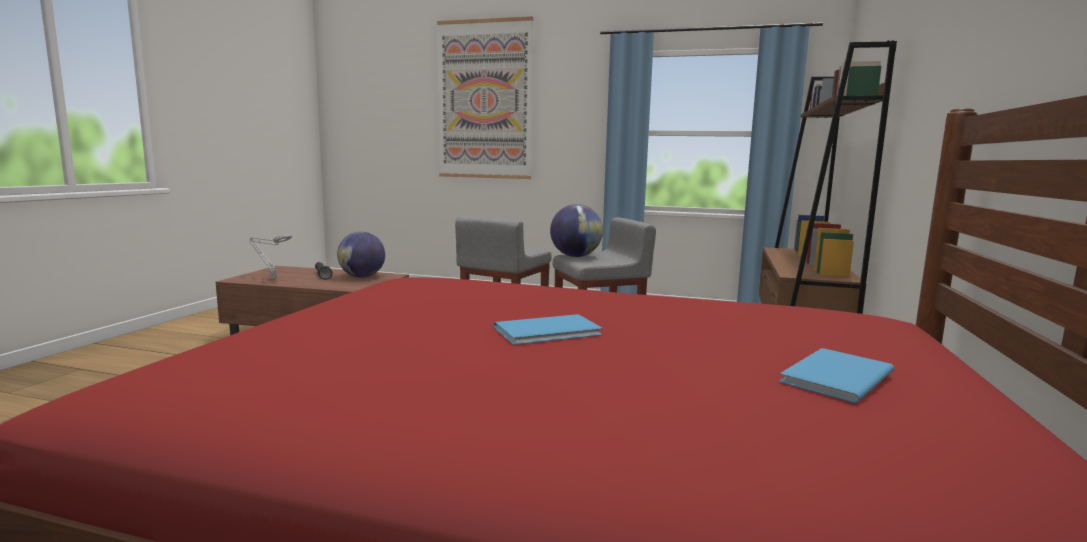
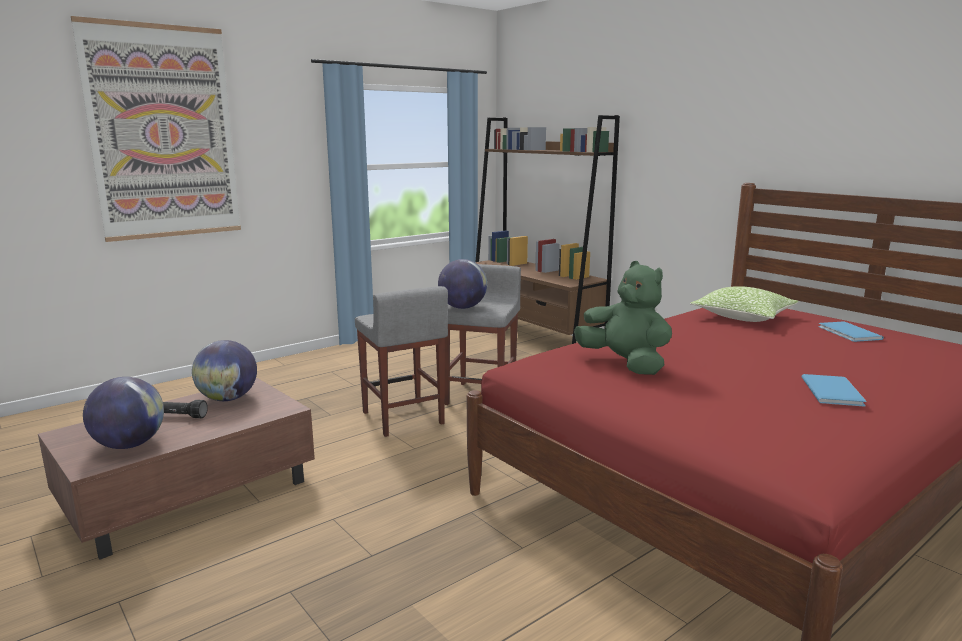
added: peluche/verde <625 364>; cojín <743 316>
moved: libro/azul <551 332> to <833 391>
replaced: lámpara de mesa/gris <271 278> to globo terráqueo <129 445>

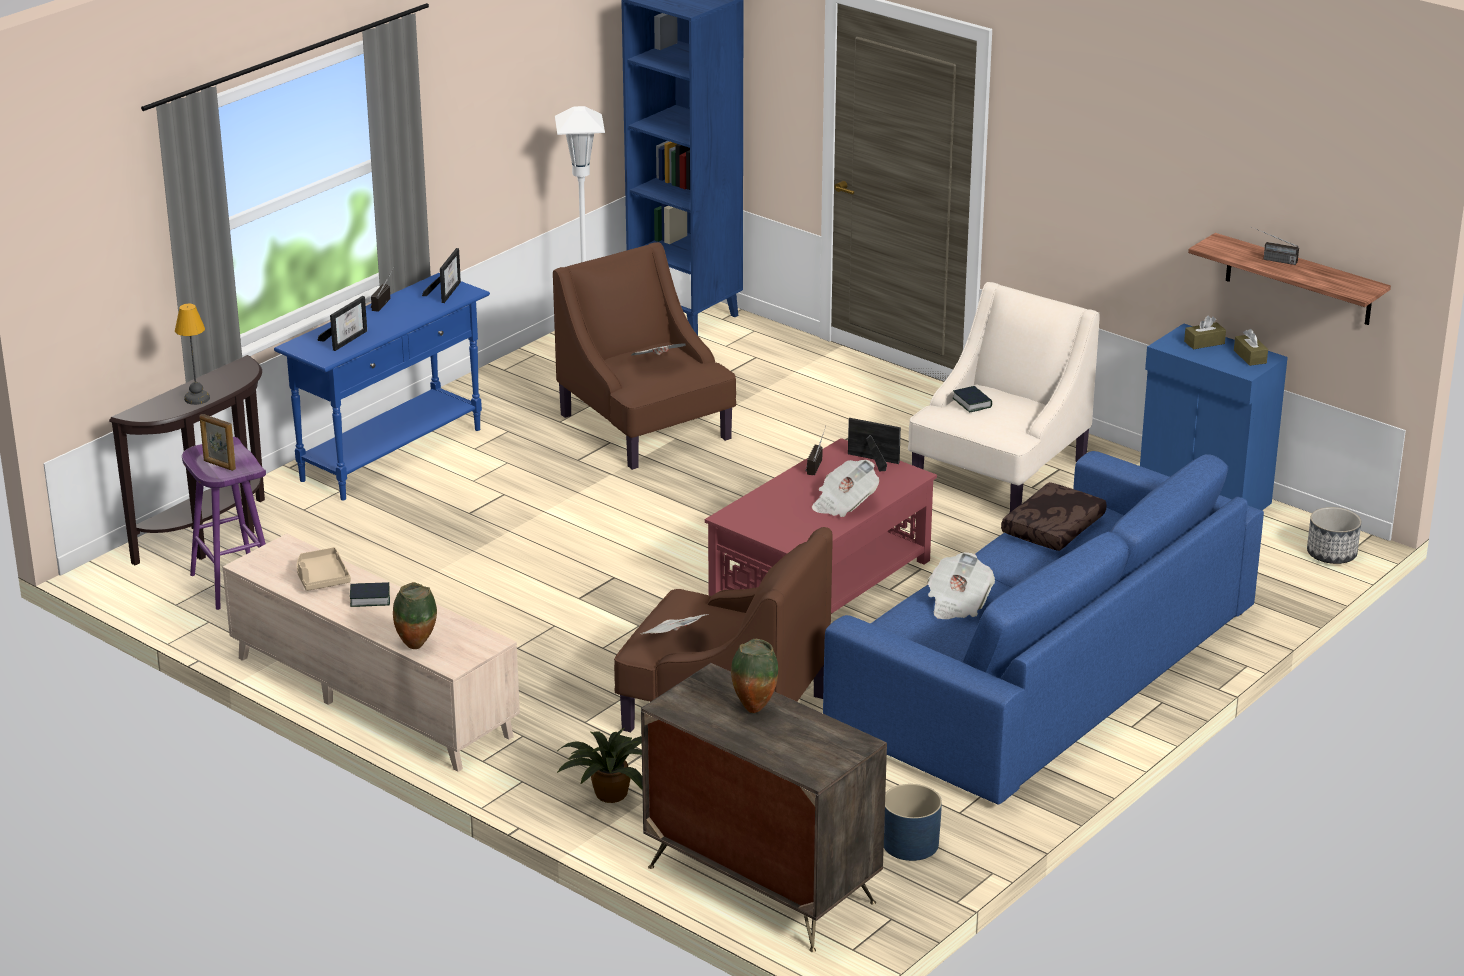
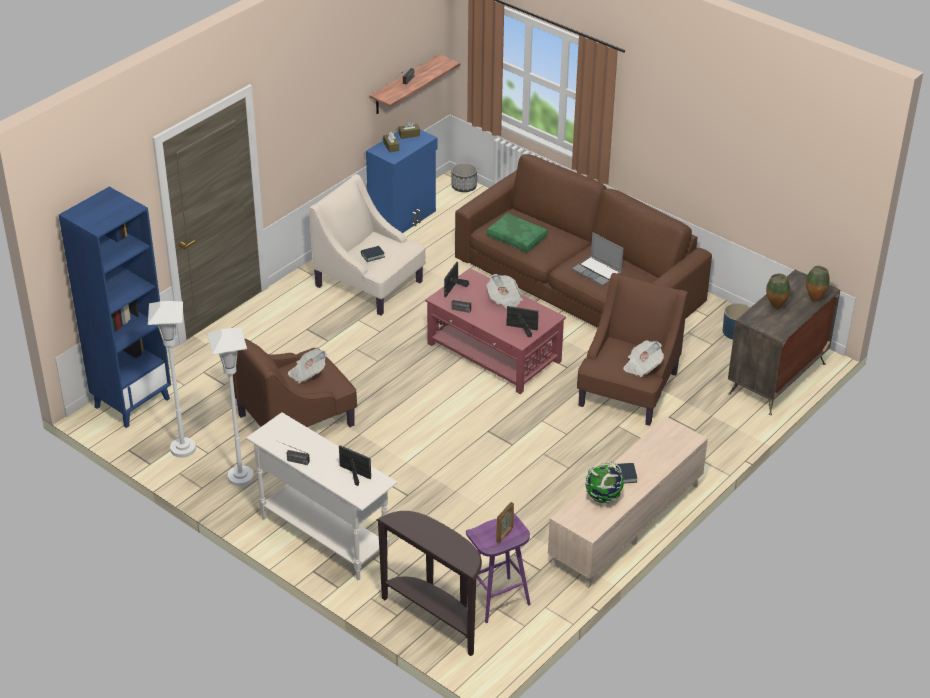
removed: lámpara de mesa <198 398>; planta en maceta <608 794>
added: lámpara de pie/blanco <240 477>
moved: portarretratos <446 291> to <520 329>; florero <417 646> to <814 299>
replaced: bandeja/beis <321 577> to globo terráqueo <603 497>; periódico <957 603> to portátil <598 272>
recoloured: mesa consola/azul <392 455> to mesa consola/blanco <324 536>; sofá/azul <1042 668> to sofá/marrón <577 283>; cojín/marrón <1054 528> to cojín/verde <517 238>

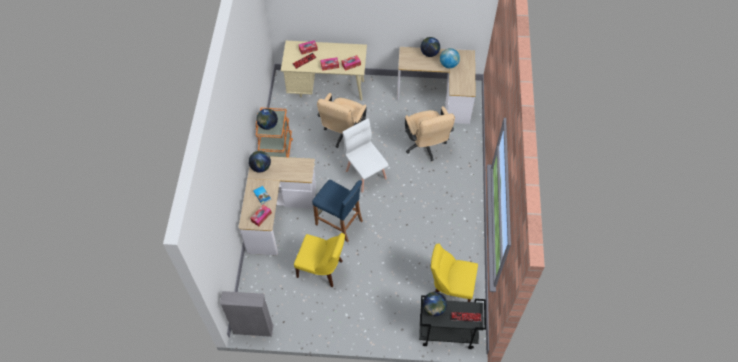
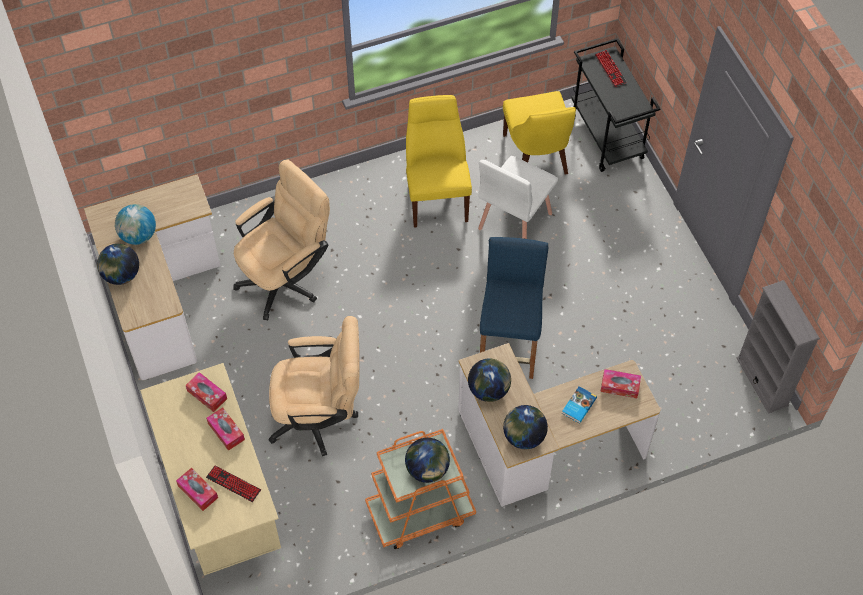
moved: silla/blanco <366 174> to <514 221>; silla/amarillo <322 269> to <436 195>; globo terráqueo <433 308> to <489 390>

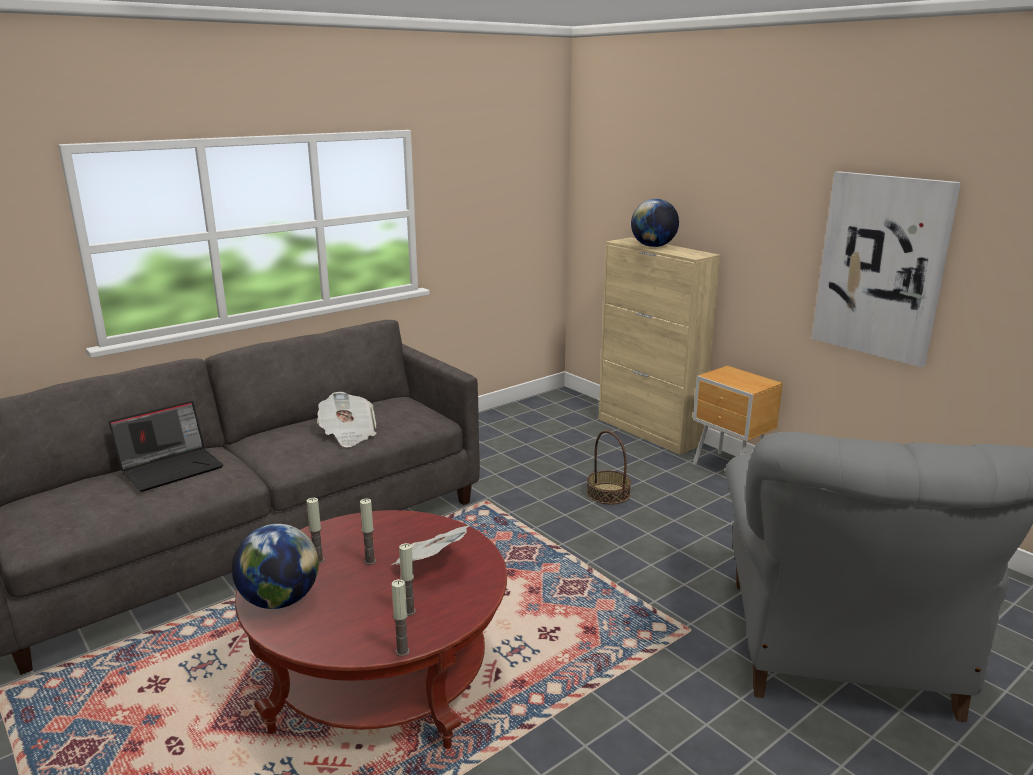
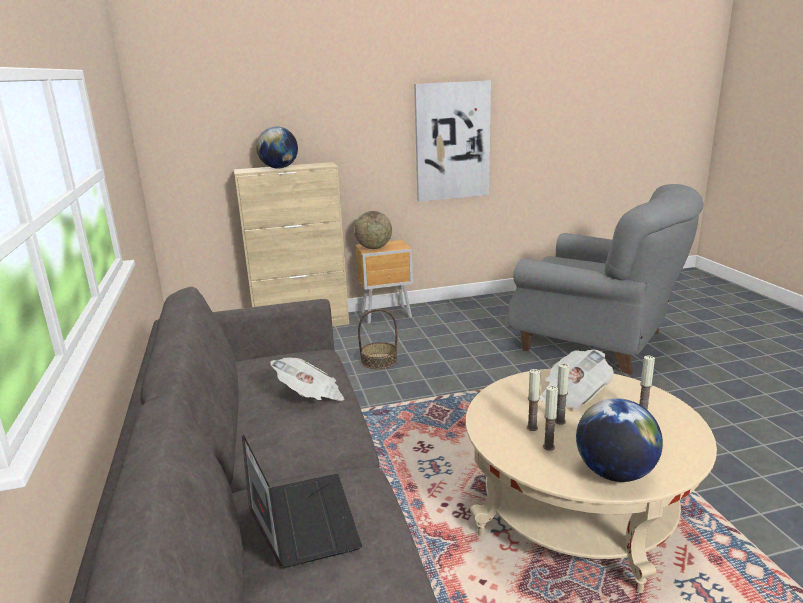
added: globo terráqueo <374 248>
moved: vela <402 651> to <532 428>
recoloured: mesa de centro/rojo <382 677> to mesa de centro/beis <576 513>

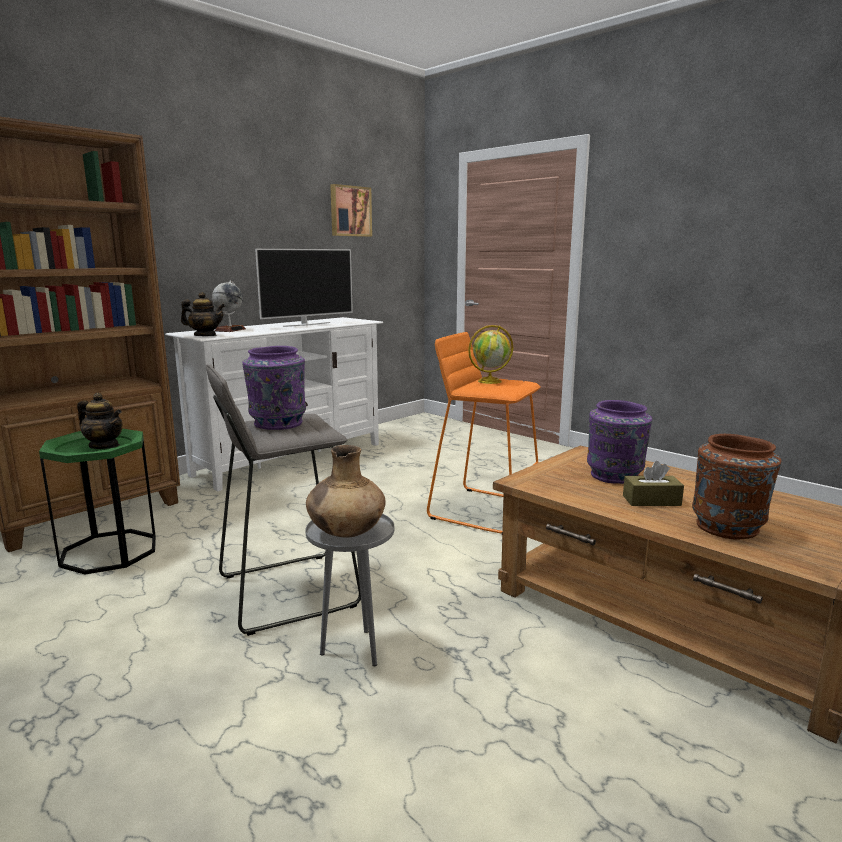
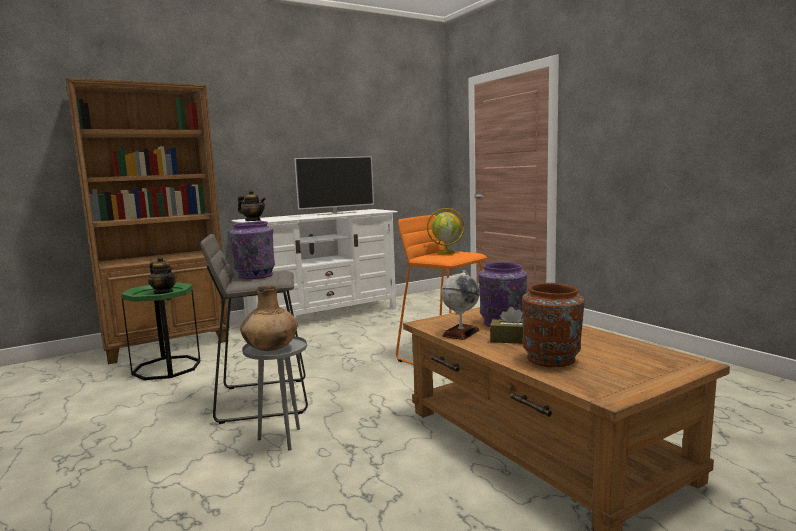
removed: cuadro <350 211>
moved: globo terráqueo <230 330> to <461 333>

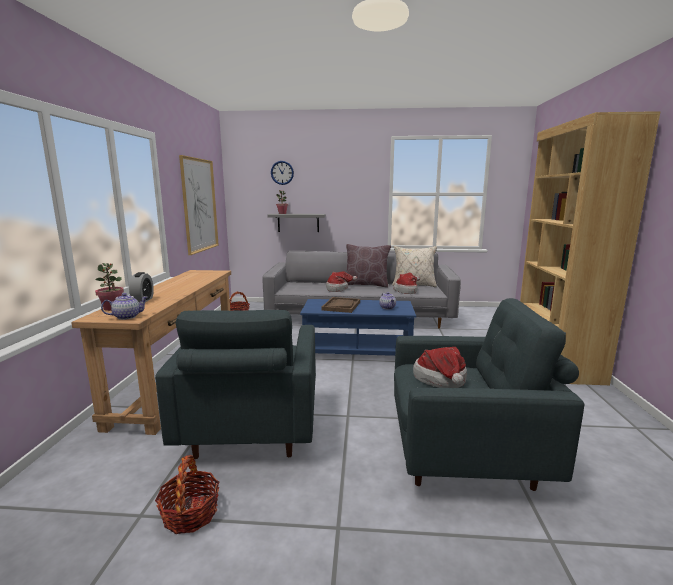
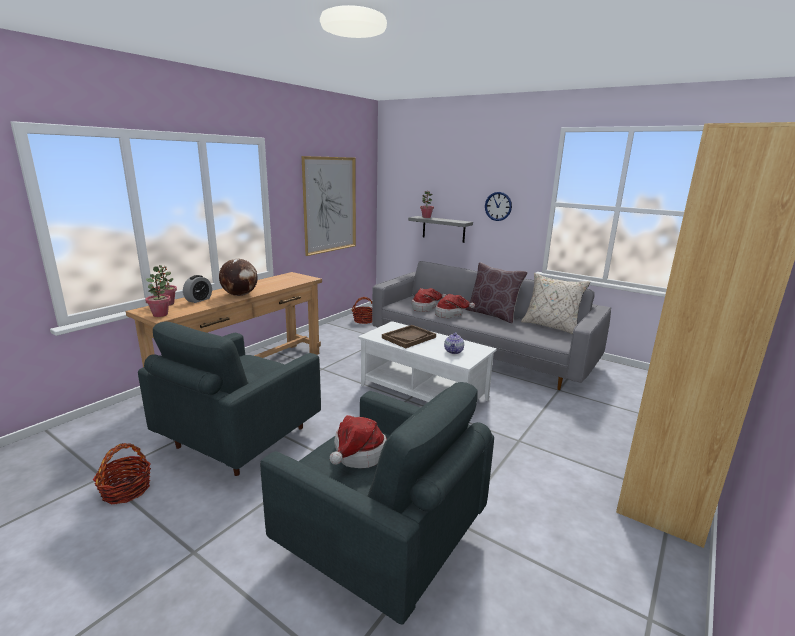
added: globo terráqueo <240 295>
moved: reloj de pared <282 172> to <498 206>; sombrero <407 290> to <425 308>
replaced: tetera <127 317> to planta en maceta <160 314>
recoloured: mesa de centro/azul <357 351> to mesa de centro/blanco <424 392>

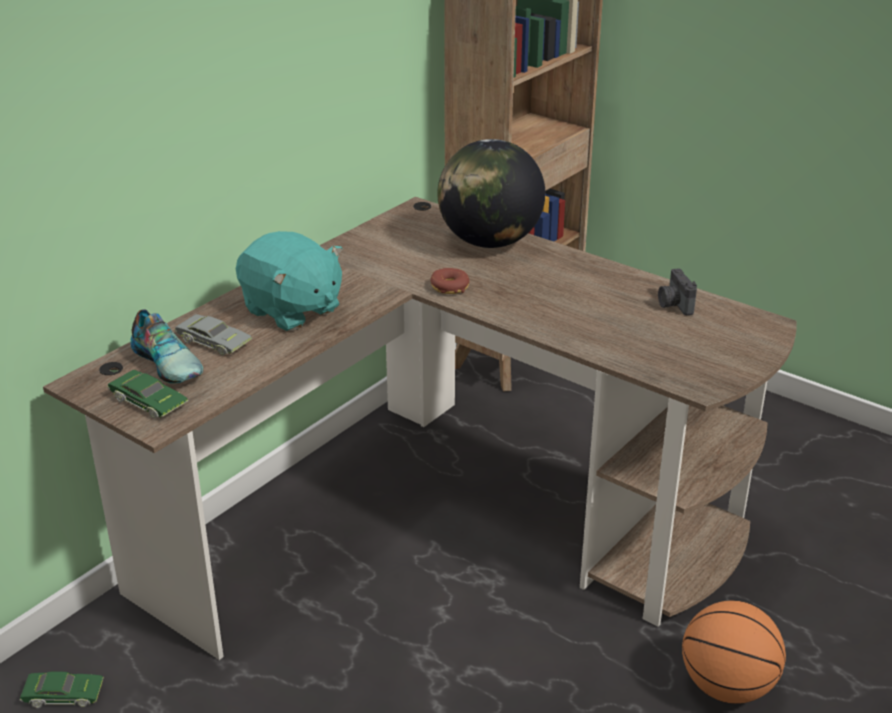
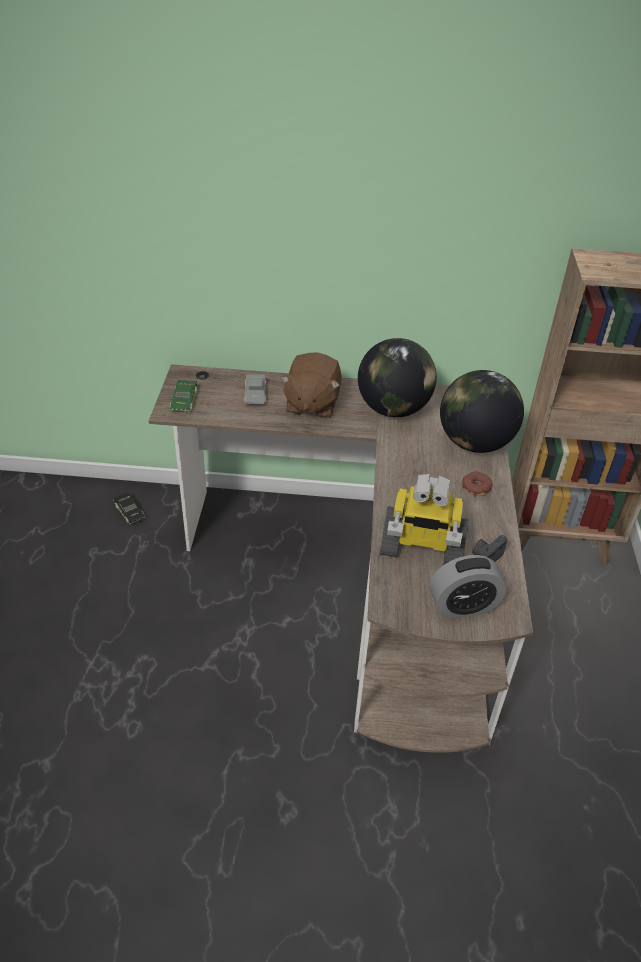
removed: zapato <169 362>; balón de baloncesto <727 686>
added: globo terráqueo <393 409>; robot de juguete <421 548>; despertador <463 606>
moved: rosquilla <449 287> to <476 487>
recoloured: peluche/turquesa <292 310> to peluche/marrón <311 404>; coche de juguete/verde <63 694> to coche de juguete/negro <129 511>

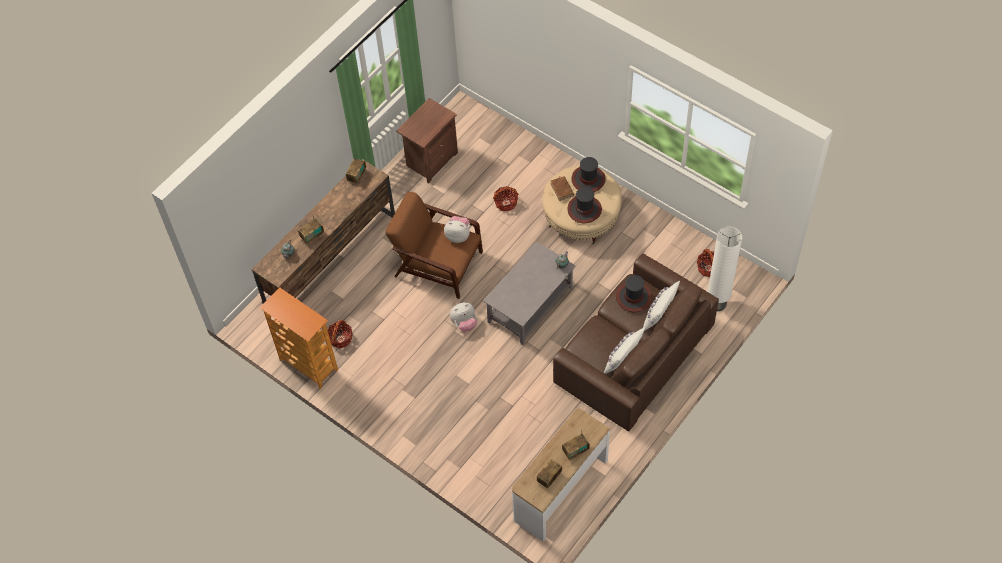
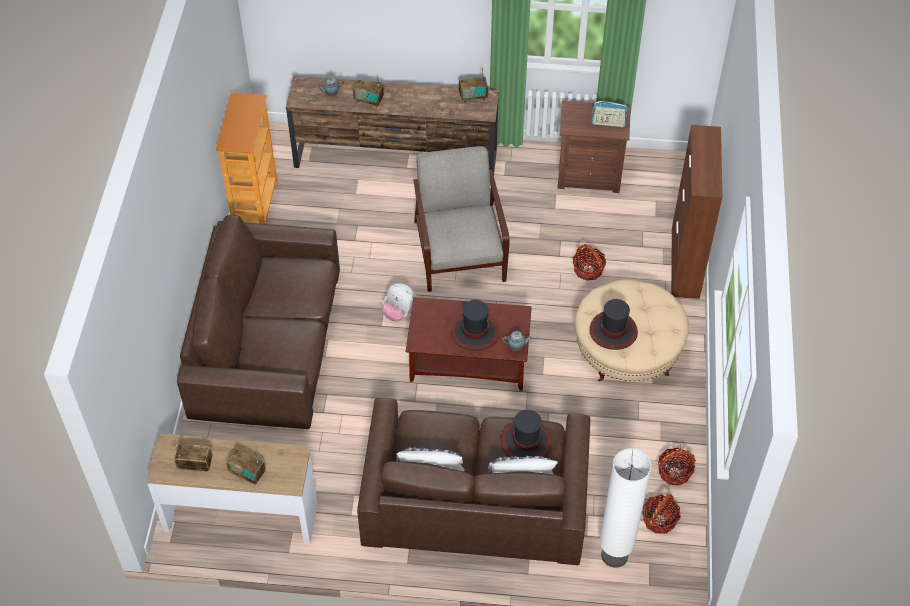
removed: libro/marrón <562 189>; peluche <458 235>
added: radio <608 123>; armario/marrón <685 263>; sofá/marrón <268 344>
moved: sombrero <588 179> to <474 332>; cesta <340 338> to <674 472>
recoloured: sillón/marrón <437 263> to sillón/gris <459 249>; mesa de centro/gris <530 305> to mesa de centro/marrón <467 361>

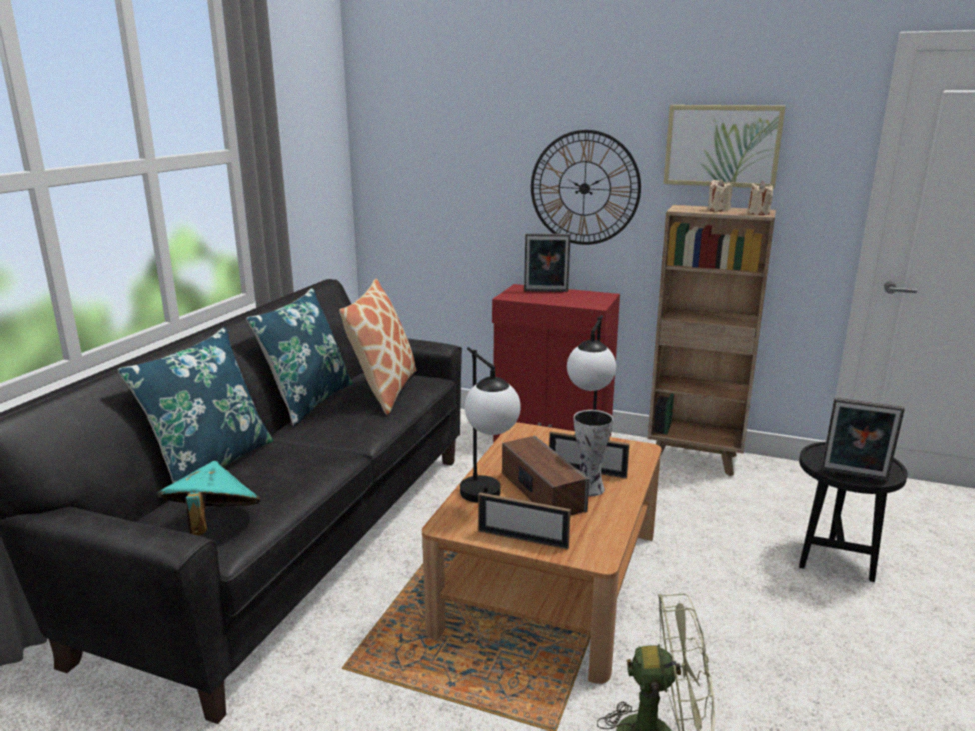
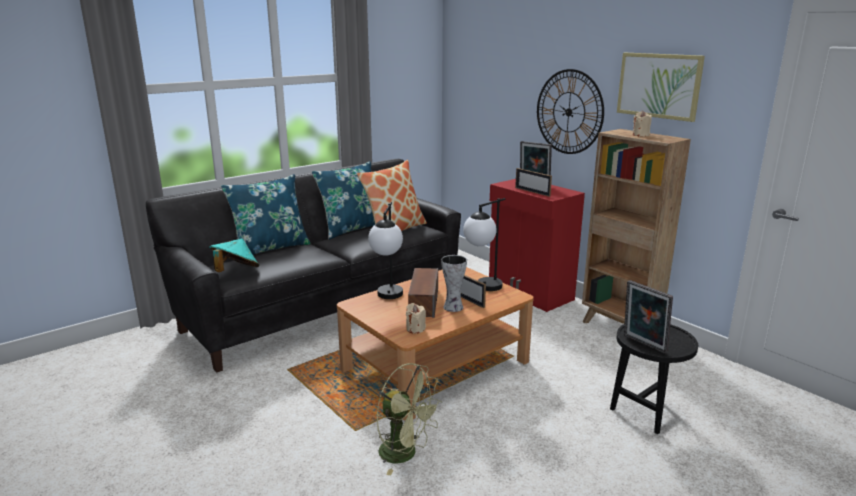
moved: vela/beis <758 213> to <415 329>; portarretratos <522 539> to <532 192>

